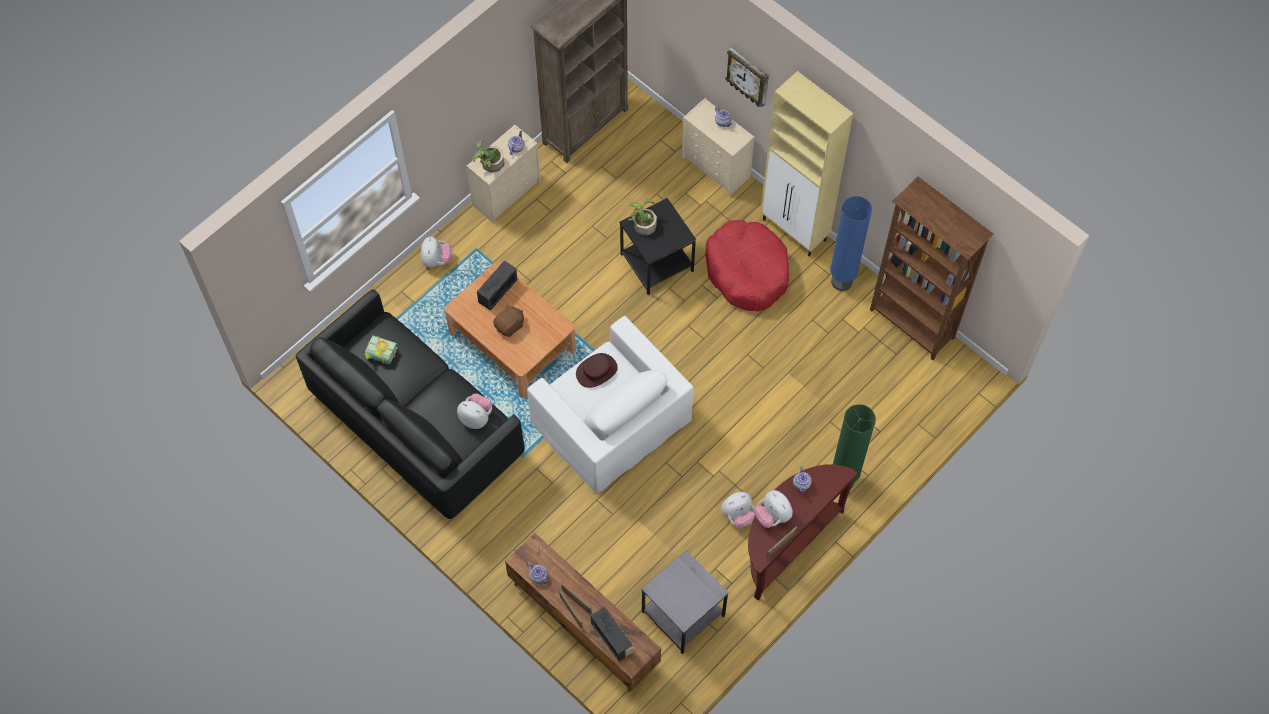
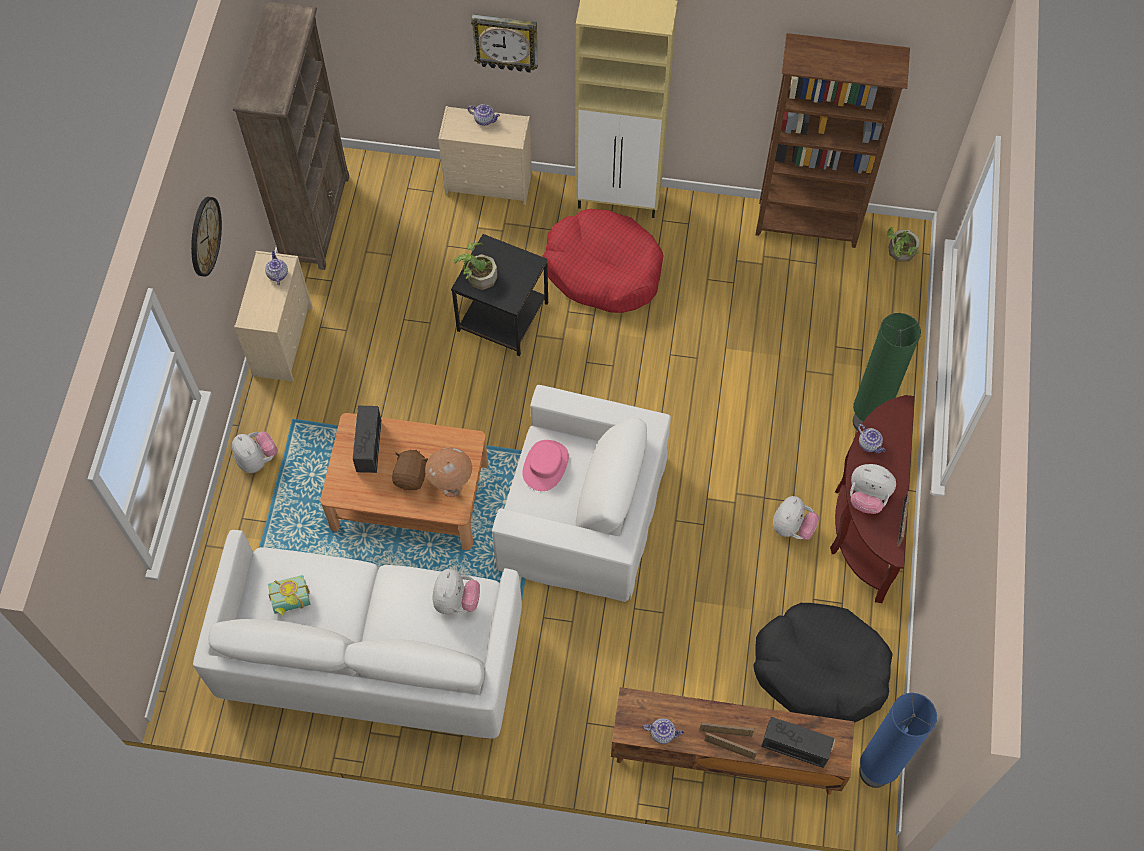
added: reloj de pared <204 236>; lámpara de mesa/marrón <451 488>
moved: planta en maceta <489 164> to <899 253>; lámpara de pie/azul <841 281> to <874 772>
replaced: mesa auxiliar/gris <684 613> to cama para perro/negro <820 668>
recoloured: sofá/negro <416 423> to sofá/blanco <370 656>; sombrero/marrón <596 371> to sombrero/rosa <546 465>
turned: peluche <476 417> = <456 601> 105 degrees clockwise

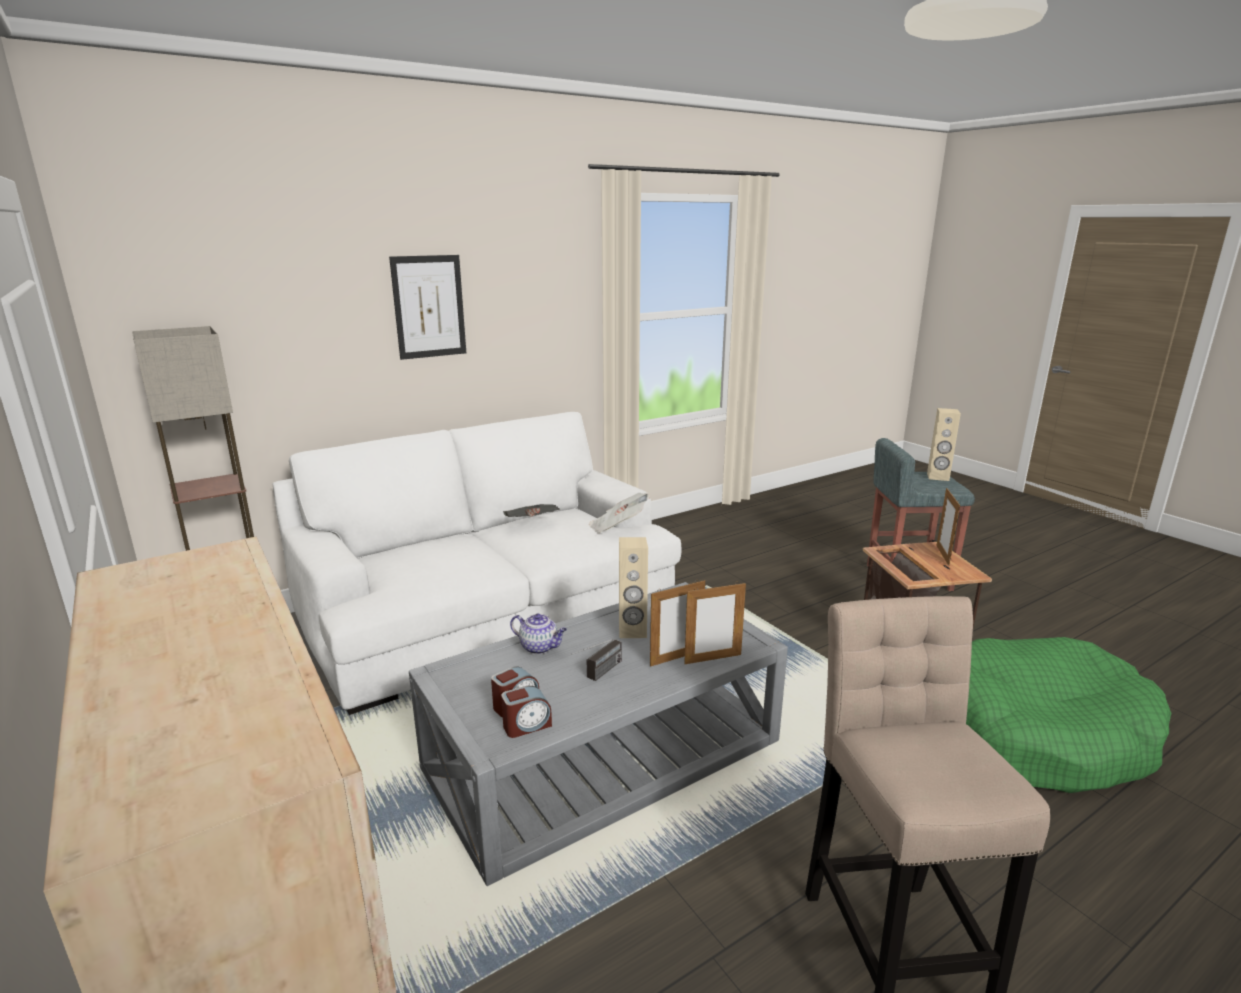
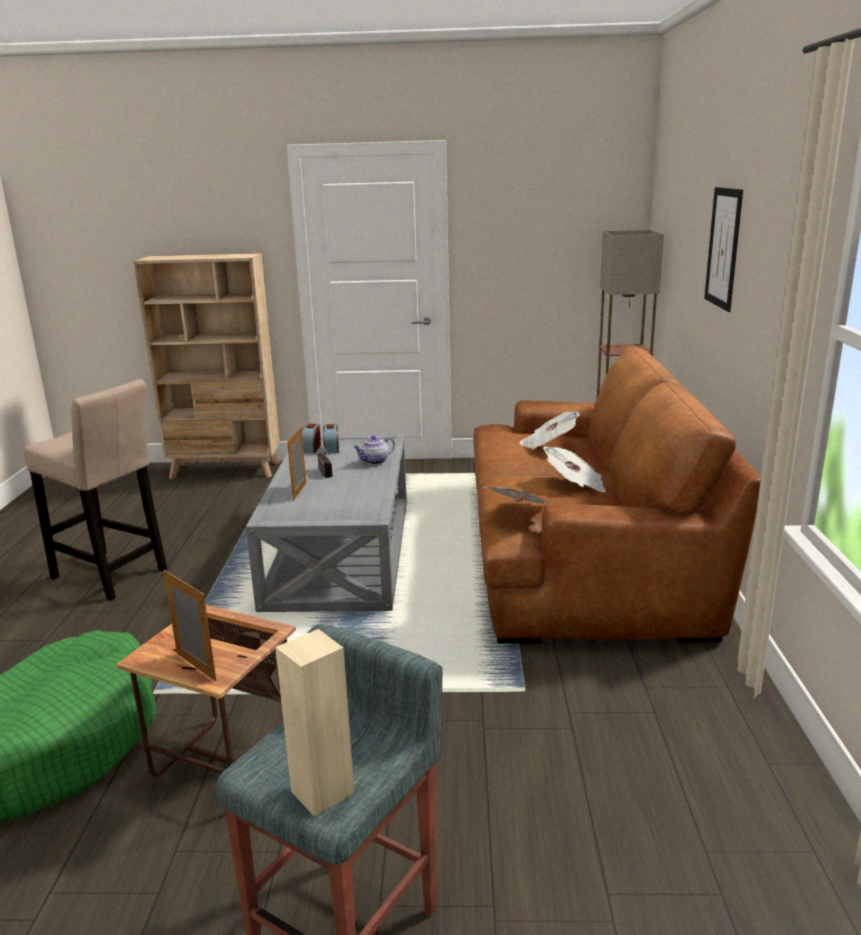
removed: altavoz/beis <632 631>; portarretratos <712 659>
added: periódico <548 445>
recoloured: sofá/blanco <487 611> to sofá/marrón <583 552>

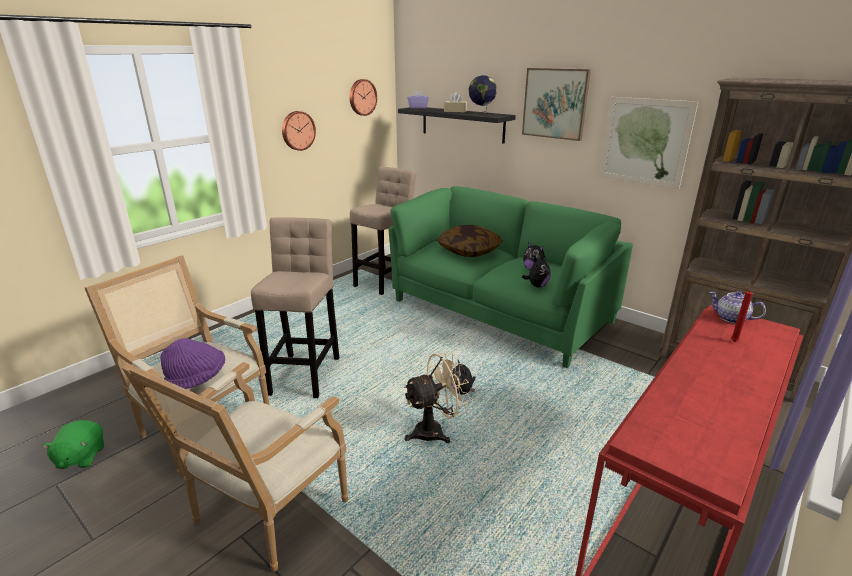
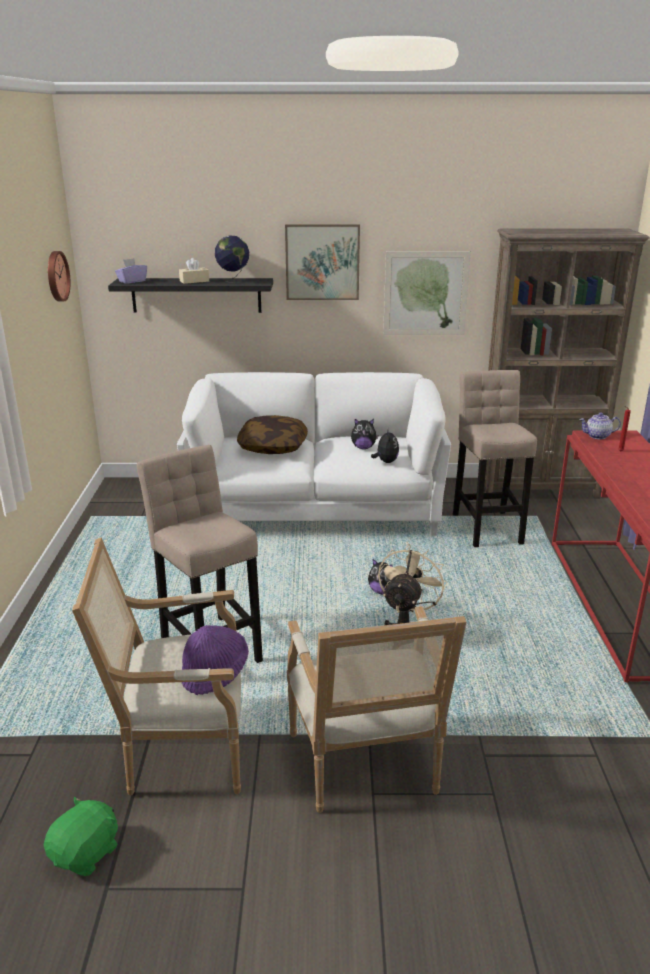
removed: reloj de pared <297 130>
moved: taburete/beis <385 280> to <487 526>
recoloured: sofá/verde <500 311> to sofá/blanco <315 507>
turned: peluche/verde <81 457> = <86 853> 105 degrees counterclockwise

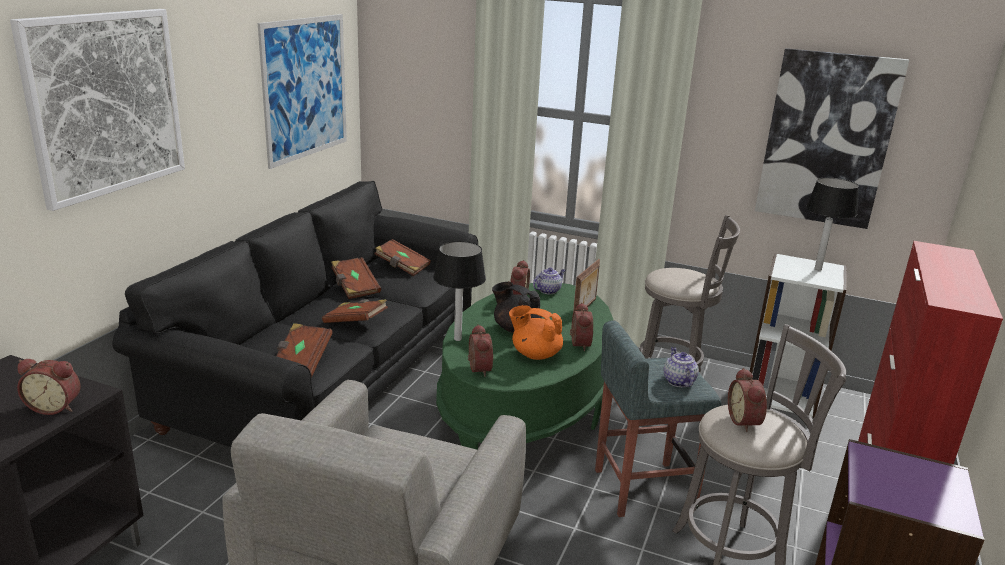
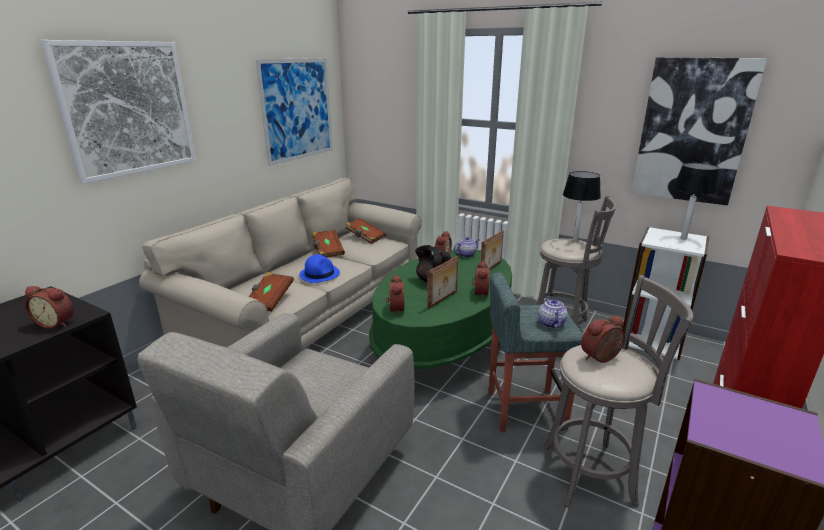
moved: lámpara de mesa <457 339> to <574 240>
replaced: libro/marrón <356 322> to sombrero/azul <319 274>; tetera/naranja <535 354> to portarretratos <443 300>
recoloured: sofá/negro <331 372> to sofá/beis <309 311>
turned: despertador <745 421> = <601 358> 60 degrees clockwise

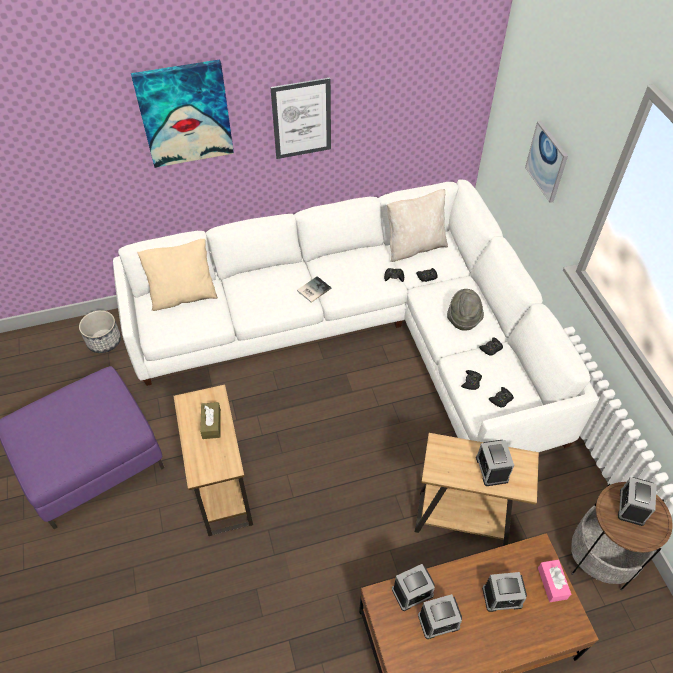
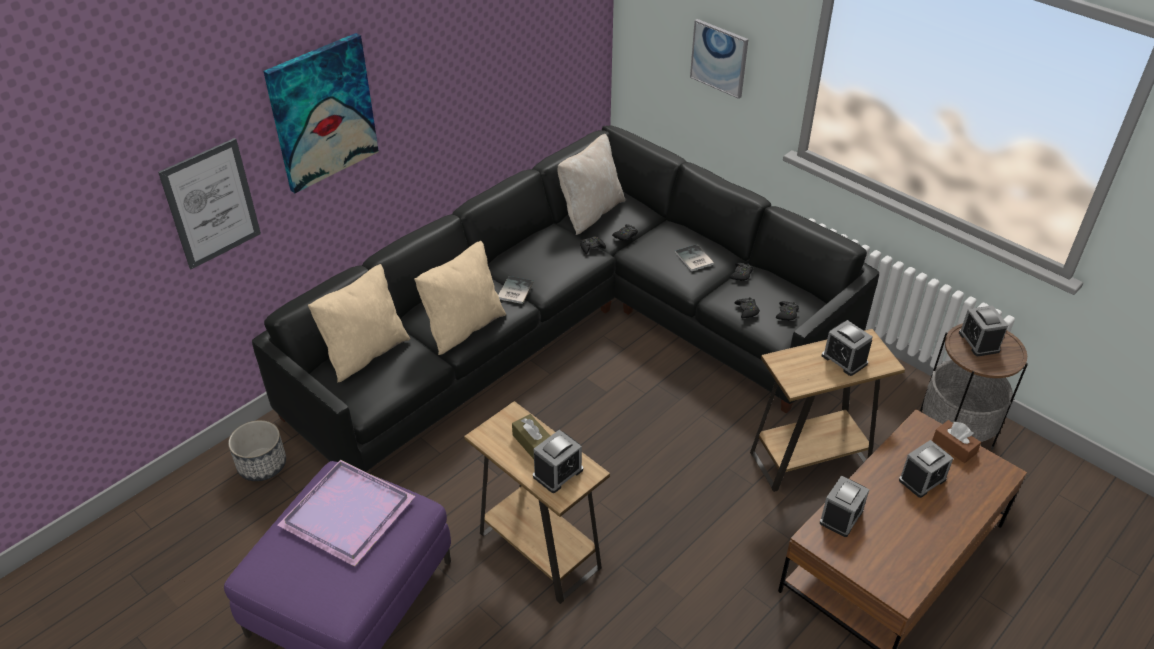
added: cojín/beis <463 327>; bandeja/morado <348 515>
moved: cuadro <302 119> to <211 204>; despertador <438 621> to <558 473>
replaced: sombrero/gris <463 319> to libro <693 259>
recoloured: sofá/blanco <364 332> to sofá/negro <575 331>; caja de pañuelos/rosa <552 583> to caja de pañuelos/marrón <954 447>

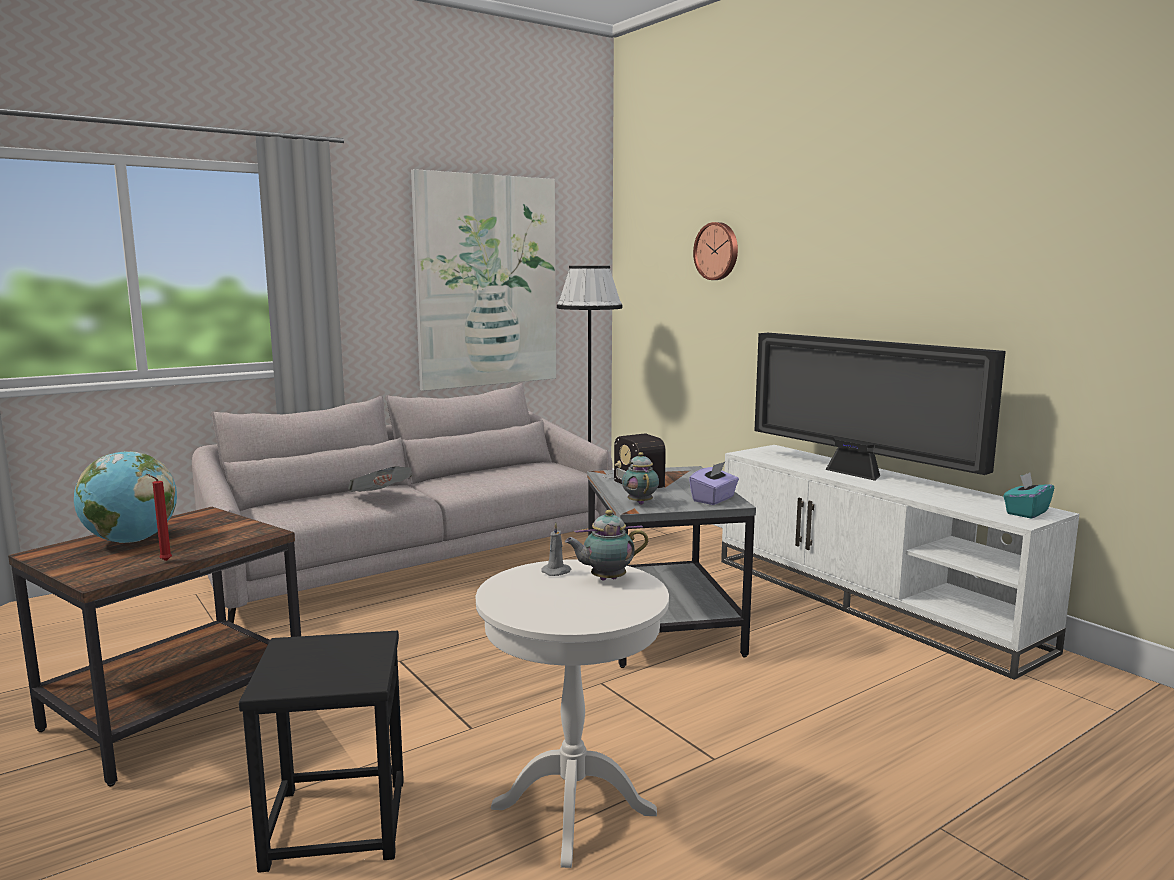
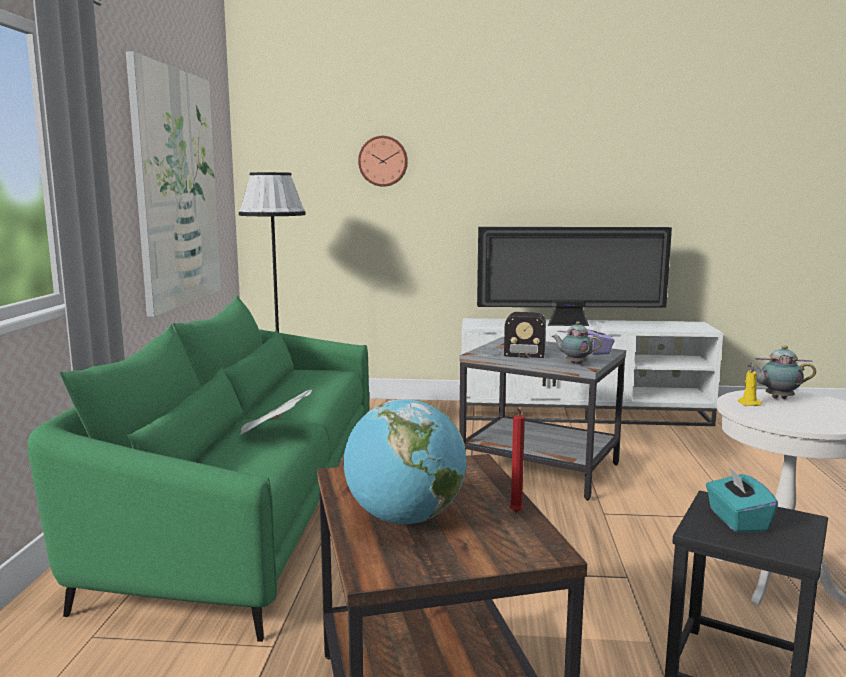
moved: caja de pañuelos/turquesa <1026 512> to <737 520>
recoloured: sofá/gris <414 561> to sofá/verde <248 503>; vela/gris <557 572> to vela/amarillo <748 403>
turned: tetera <605 579> = <776 398> 75 degrees clockwise

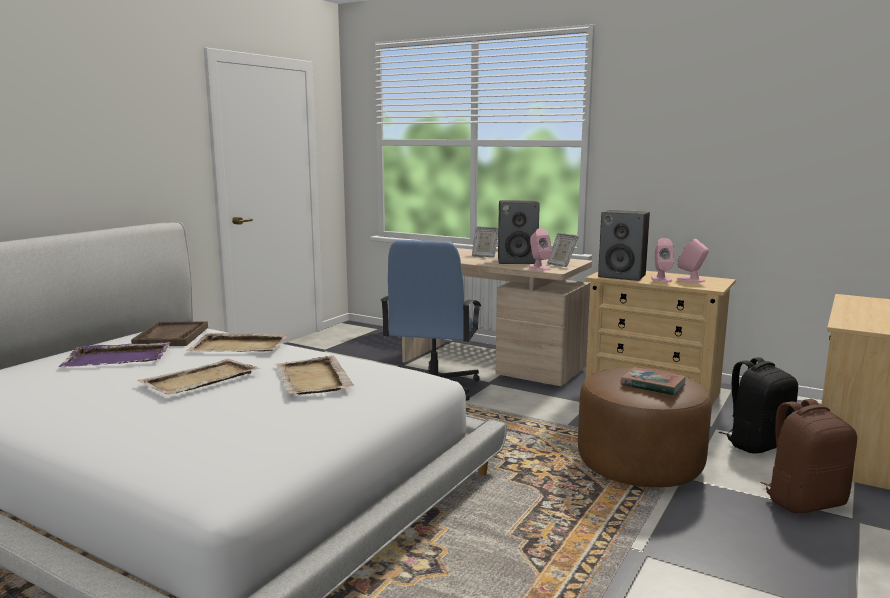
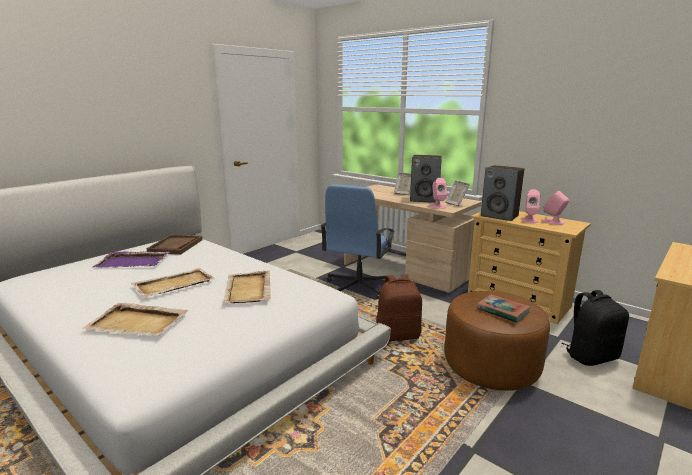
moved: bandeja/beis <240 346> to <138 323>; mochila/marrón <804 501> to <398 335>

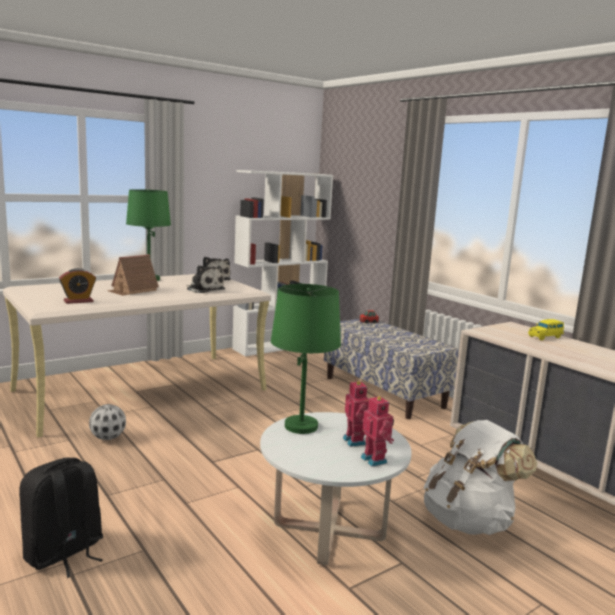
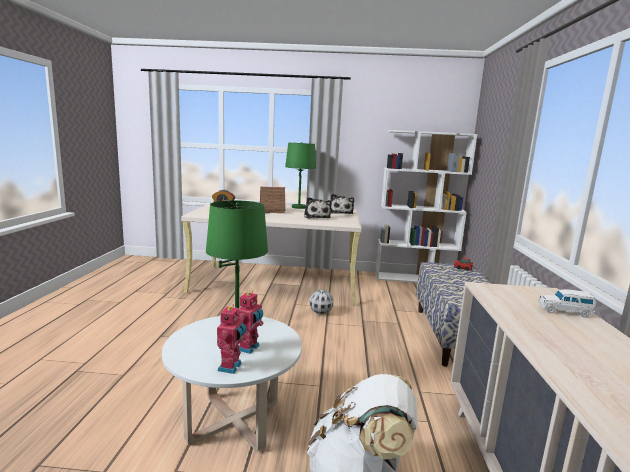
removed: mochila/negro <64 553>
moved: balón de fútbol <108 438> to <321 313>
recoloured: coche de juguete/amarillo <545 337> to coche de juguete/blanco <565 312>

